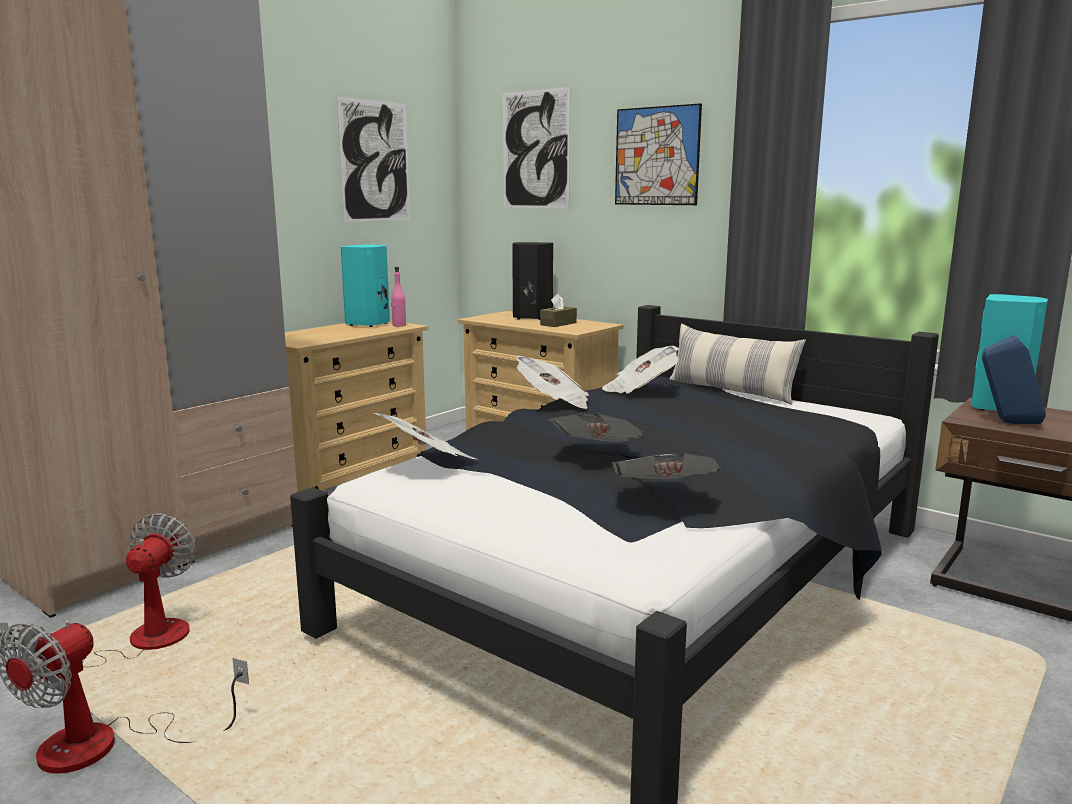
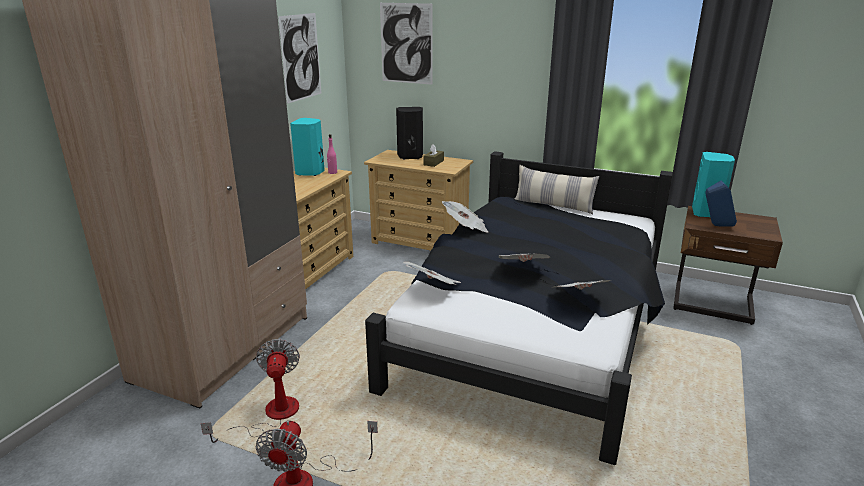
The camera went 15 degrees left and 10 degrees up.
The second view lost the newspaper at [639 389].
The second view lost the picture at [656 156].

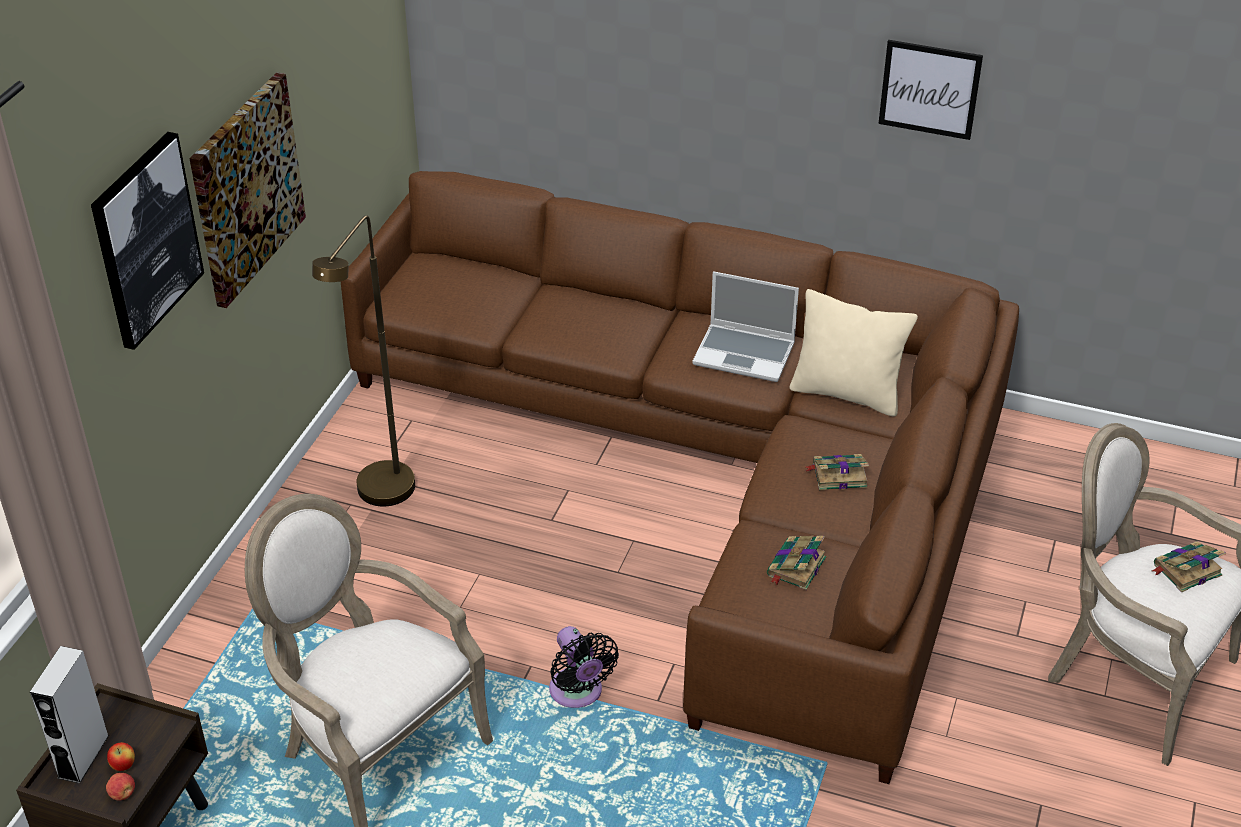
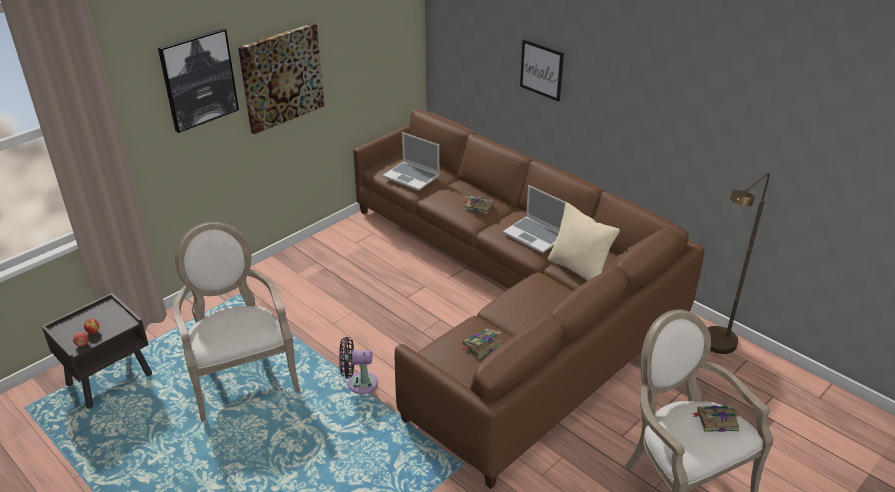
The camera went 25 degrees right and 5 degrees down.
The second view lost the grey speaker at [83 756].
The second view gained the laptop at [412 177].
The brown floor lamp ended up elsewhere, having gone from [381 498] to [715 347].
The book ended up elsewhere, having gone from [838 475] to [478 206].
The picture ended up elsewhere, having gone from [929 89] to [541 70].
The black fan at [578 693] ended up facing another way, 90 degrees clockwise from before.

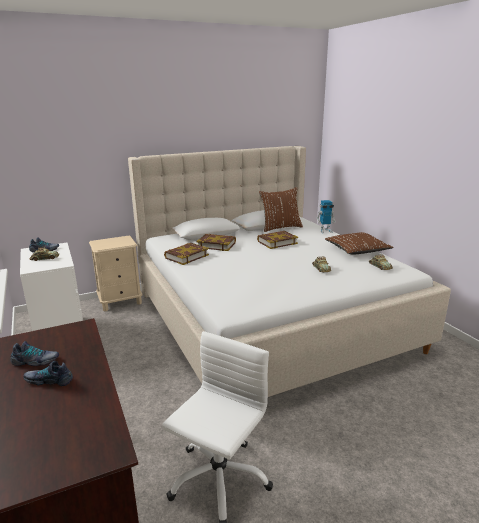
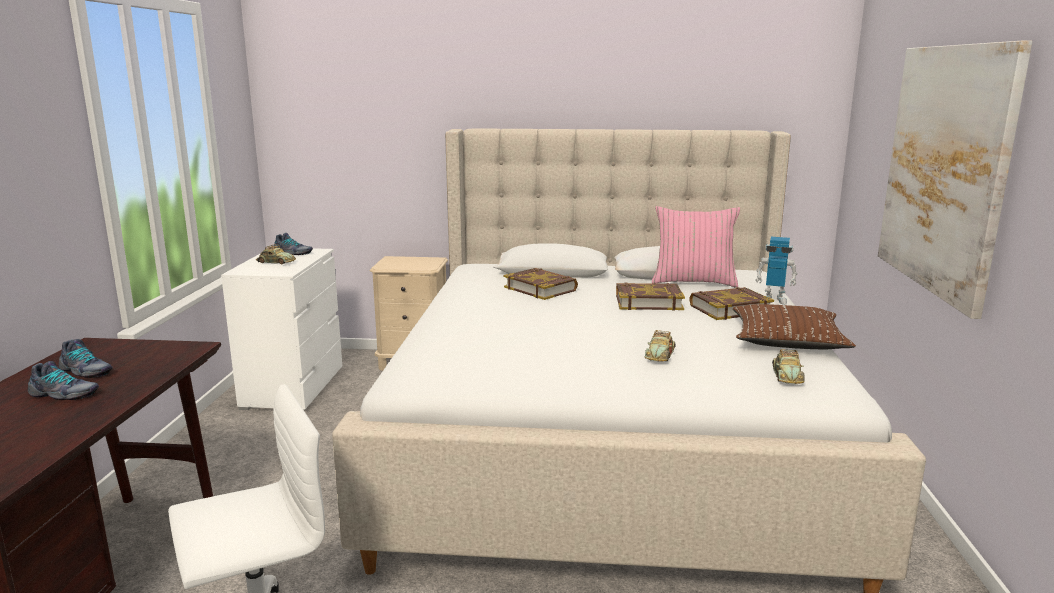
The camera went 30 degrees right and 5 degrees down.
The second view gained the picture at [944 169].
The book ended up elsewhere, having gone from [186 256] to [729 309].
What was the brown pillow at [280 228] turned into the pink pillow at [693 282].
The shoe at [49 380] ended up facing another way, 150 degrees clockwise from before.

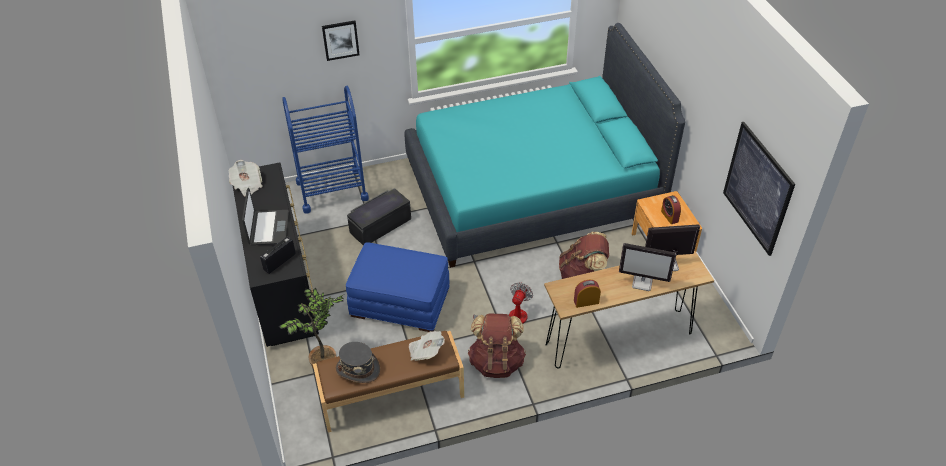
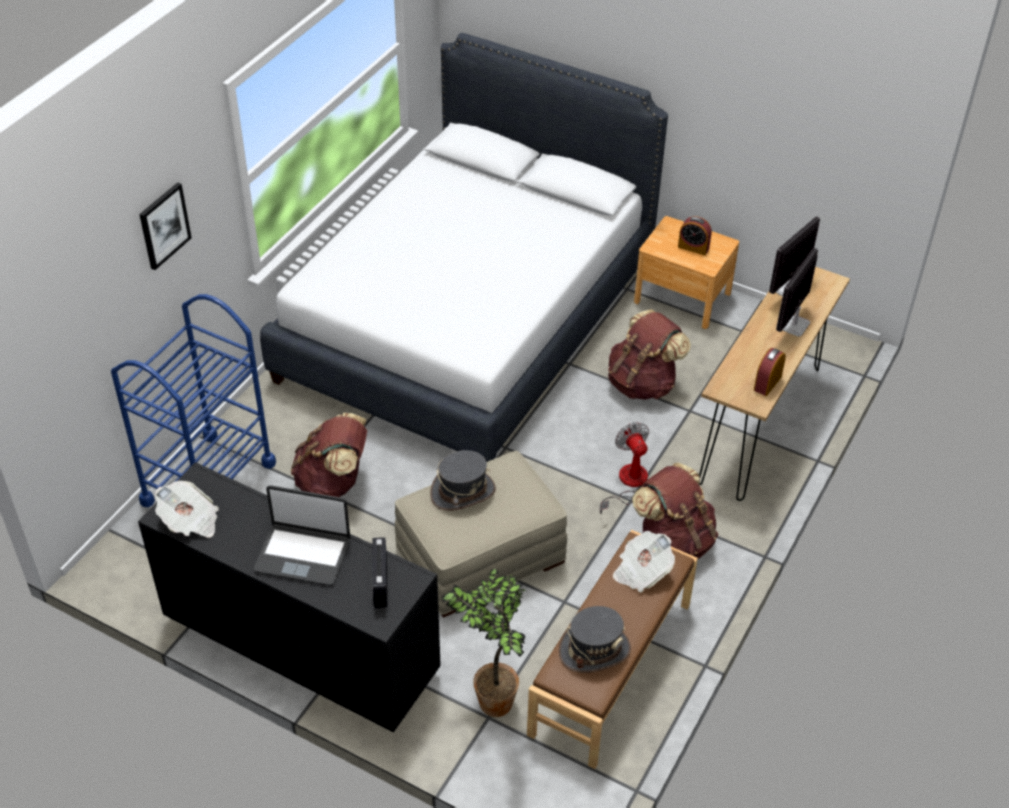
The camera went 45 degrees left and 0 degrees up.
The second view lost the picture at [757 188].
The second view gained the grey hat at [463 492].
Where the black storage box stood at [380 225], the brown backpack came to stand at [333 483].
What was the blue ottoman at [400 302] turned into the beige ottoman at [481 555].
What was the turquoise bed at [533 190] turned into the white bed at [468 321].
The laptop at [268 228] ended up facing another way, 150 degrees clockwise from before.
The monitor at [642 283] ended up facing another way, 150 degrees clockwise from before.

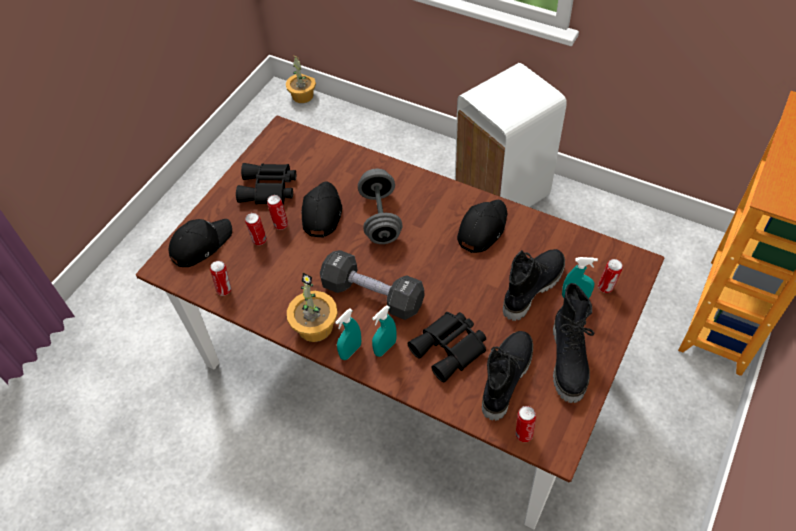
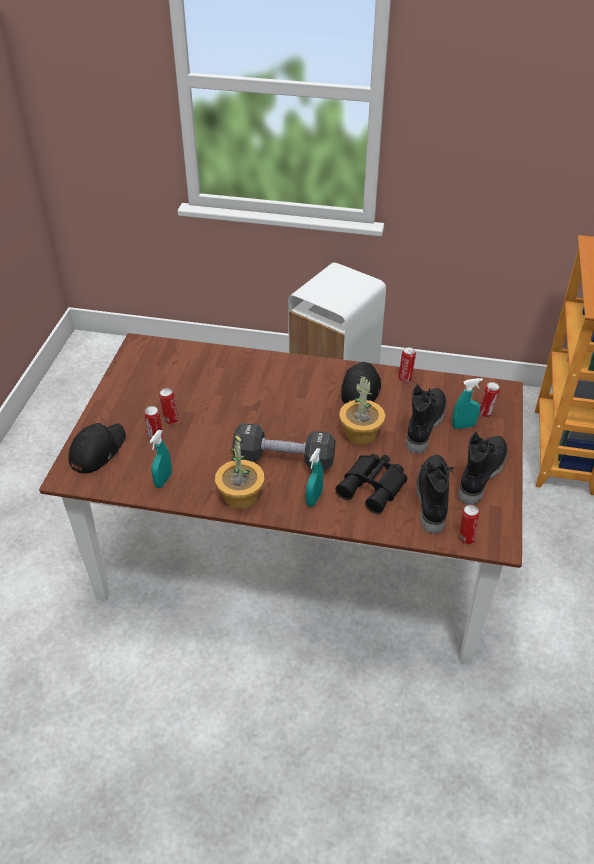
The camera went 20 degrees left and 10 degrees down.
The second view lost the black binoculars at [269 189].
The second view lost the black cap at [321 213].
The second view lost the grey dumbbell at [380 218].
The can ended up elsewhere, having gone from [225 289] to [405 378].
The potted plant ended up elsewhere, having gone from [302 96] to [360 433].
The turquoise spray bottle ended up elsewhere, having gone from [350 351] to [163 480].
The black boot at [569 361] ended up facing another way, 135 degrees counterclockwise from before.

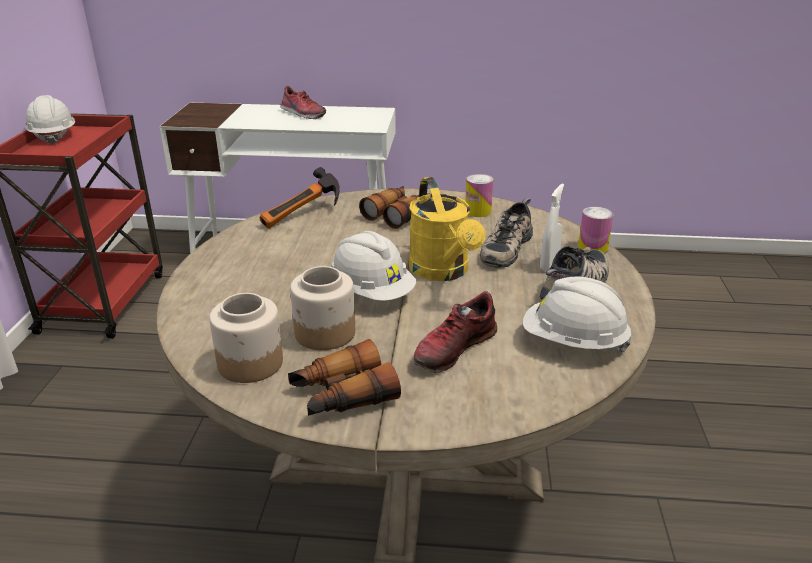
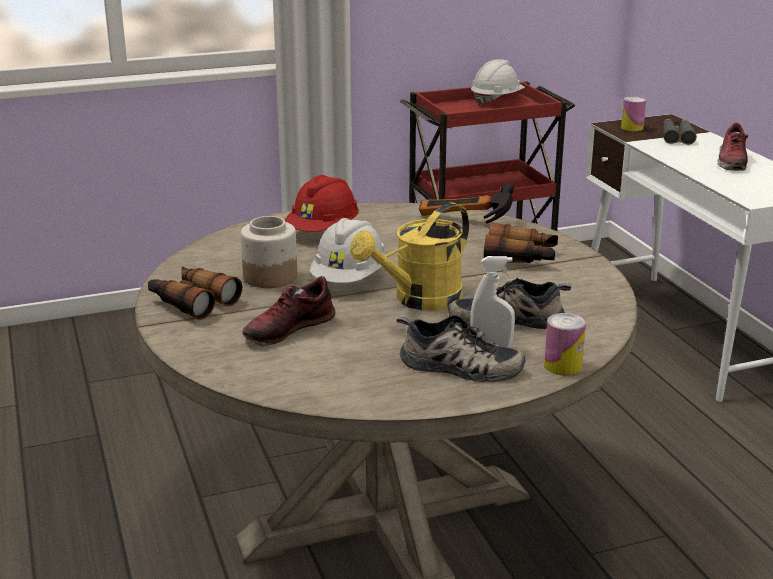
The camera went 65 degrees right and 5 degrees down.
The second view lost the jar at [251 363].
The second view lost the white hard hat at [573 343].
The second view gained the red hard hat at [323 231].
The second view gained the grey binoculars at [677 137].
The can ended up elsewhere, having gone from [478 211] to [632 128].
The shoe at [453 348] ended up facing another way, 60 degrees counterclockwise from before.

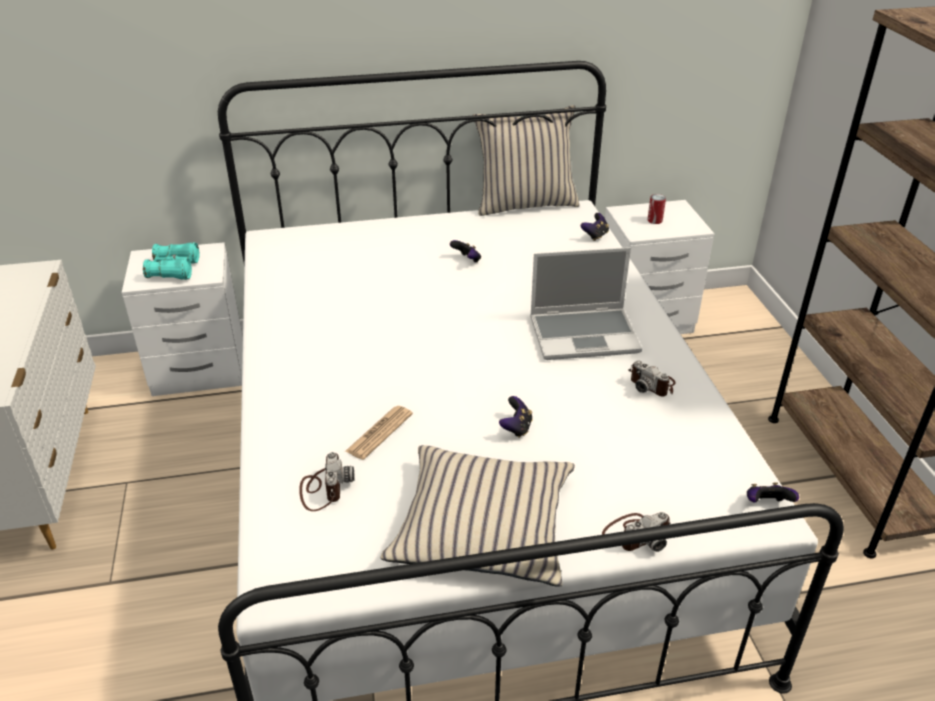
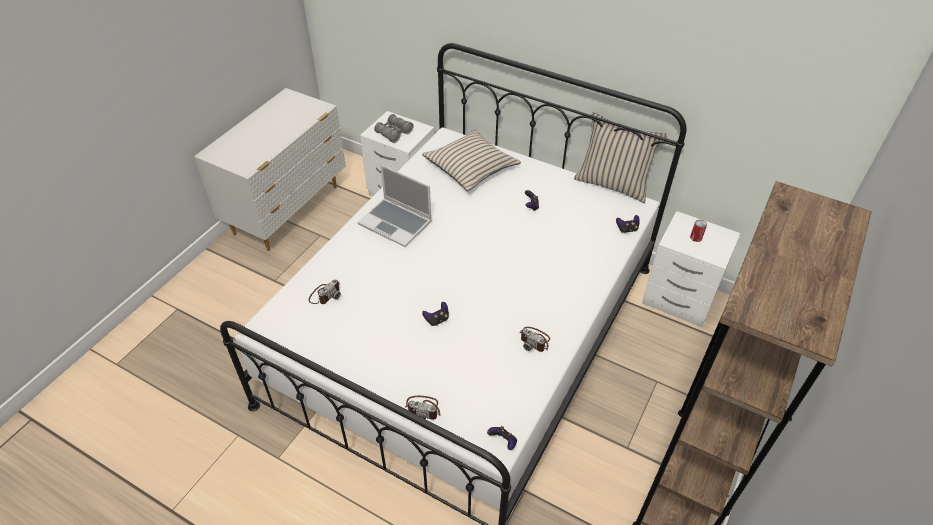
The camera went 40 degrees right and 10 degrees up.
The second view lost the newspaper at [379 433].
The beige pillow ended up elsewhere, having gone from [483 526] to [471 167].
The laptop ended up elsewhere, having gone from [585 334] to [396 223].
What was the turquoise binoculars at [174 269] turned into the grey binoculars at [394 133].
The photo camera at [652 383] ended up facing another way, 45 degrees counterclockwise from before.

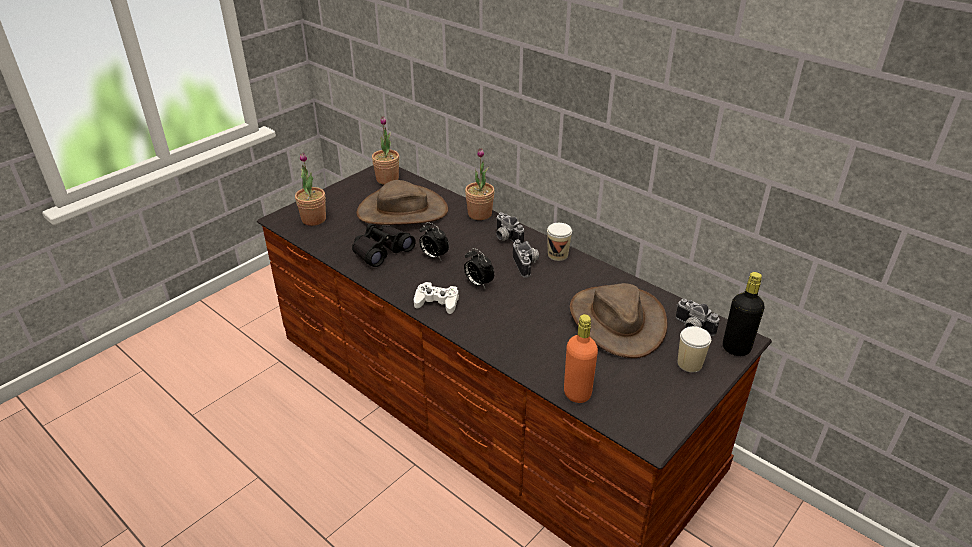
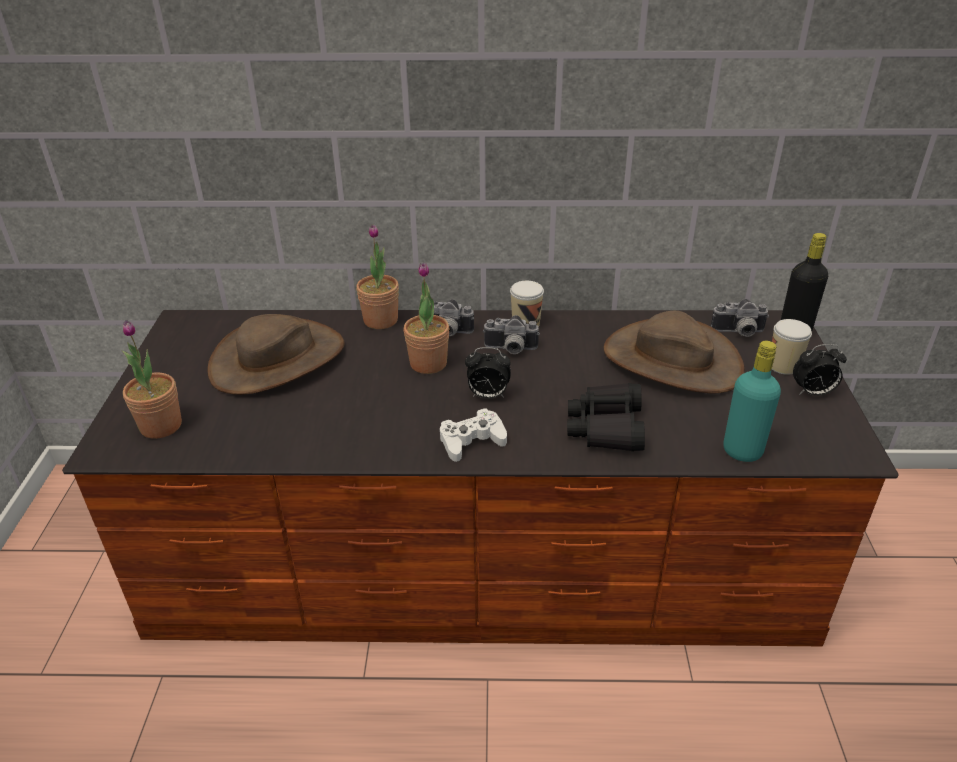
The camera went 40 degrees left and 0 degrees up.
The black binoculars ended up elsewhere, having gone from [381 251] to [606 427].
The potted plant ended up elsewhere, having gone from [387 179] to [428 363].
The alarm clock ended up elsewhere, having gone from [433 256] to [812 393].
What was the orange bottle at [577 393] turned into the turquoise bottle at [742 451].
The photo camera at [527 265] ended up facing another way, 150 degrees clockwise from before.

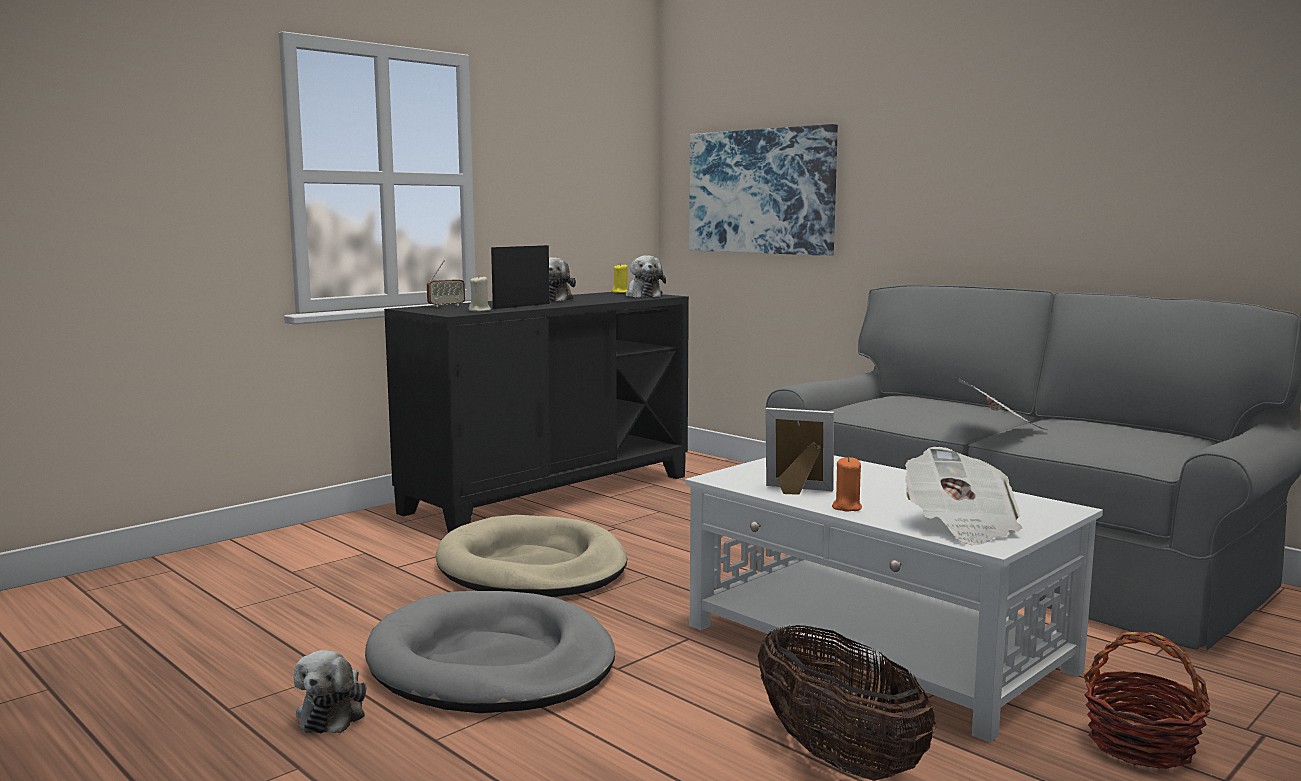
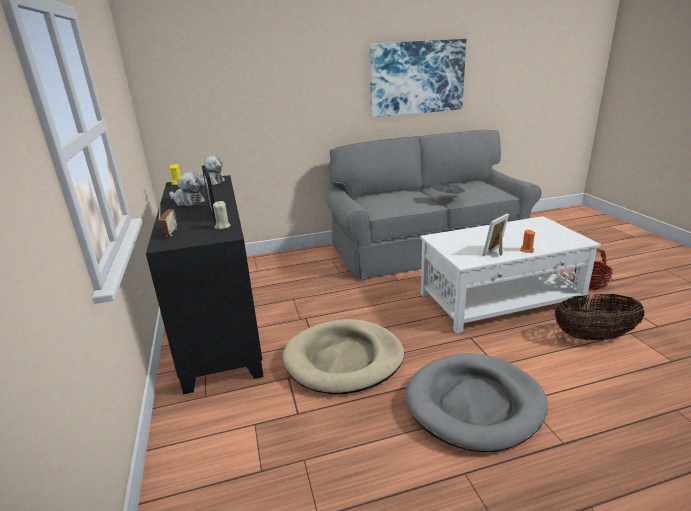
The camera went 60 degrees left and 15 degrees up.
The second view lost the plush toy at [333 713].
The second view lost the newspaper at [960 526].
The picture ended up elsewhere, having gone from [761 191] to [417 78].

